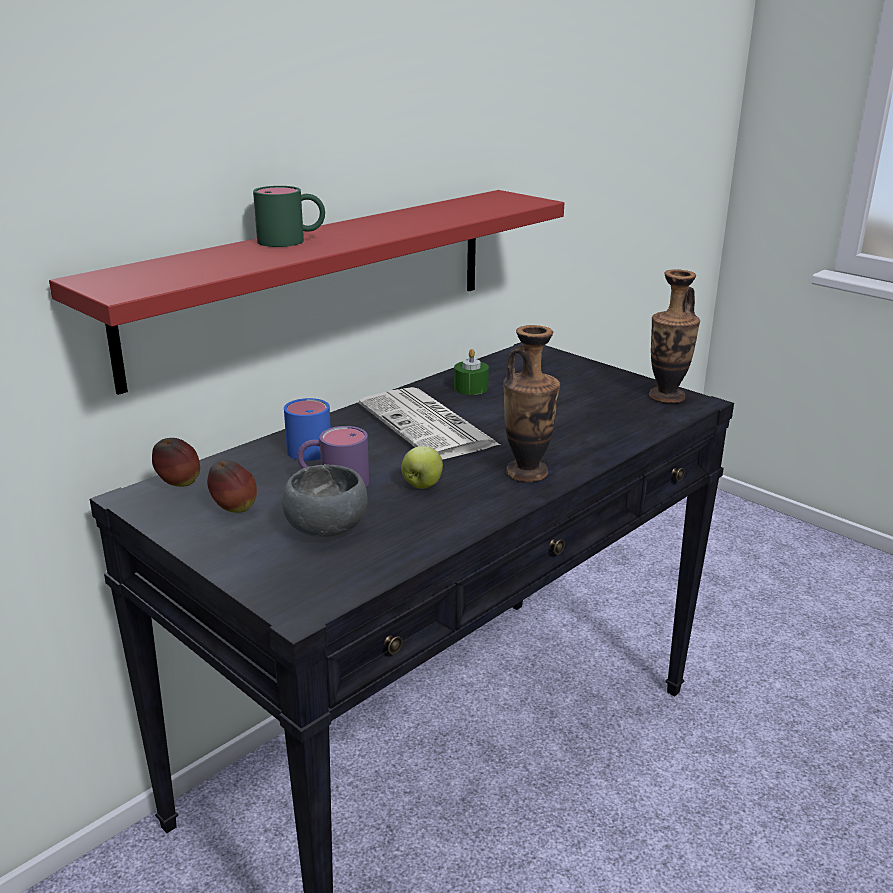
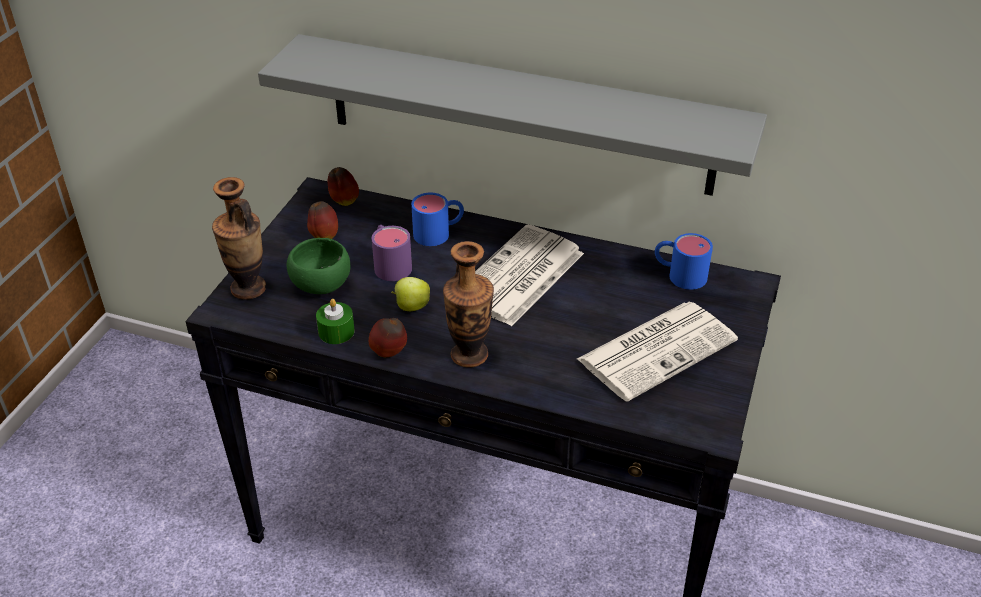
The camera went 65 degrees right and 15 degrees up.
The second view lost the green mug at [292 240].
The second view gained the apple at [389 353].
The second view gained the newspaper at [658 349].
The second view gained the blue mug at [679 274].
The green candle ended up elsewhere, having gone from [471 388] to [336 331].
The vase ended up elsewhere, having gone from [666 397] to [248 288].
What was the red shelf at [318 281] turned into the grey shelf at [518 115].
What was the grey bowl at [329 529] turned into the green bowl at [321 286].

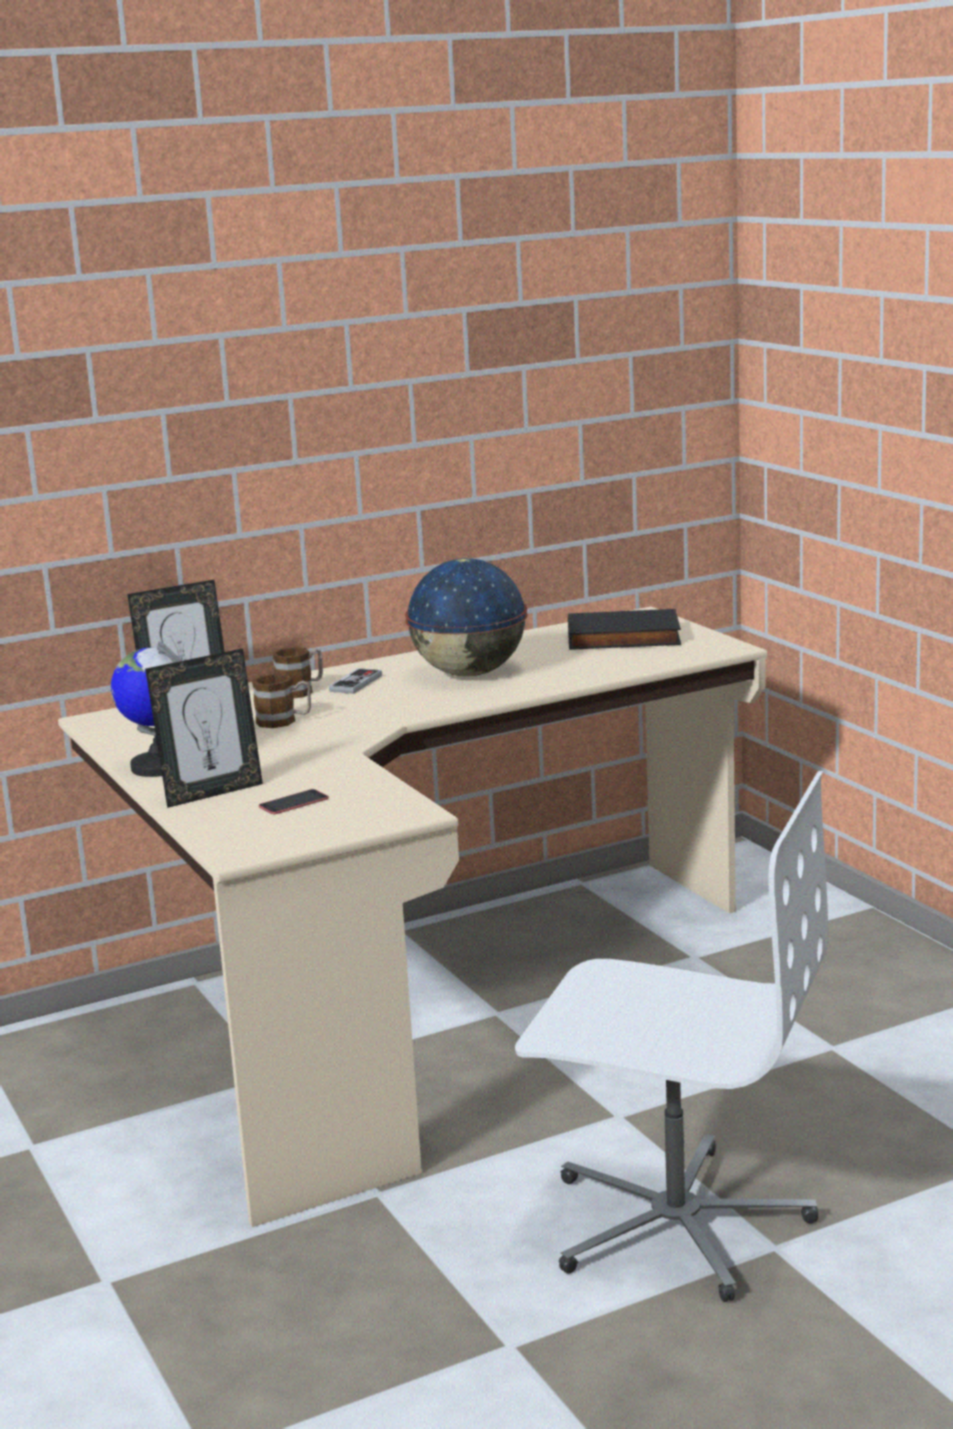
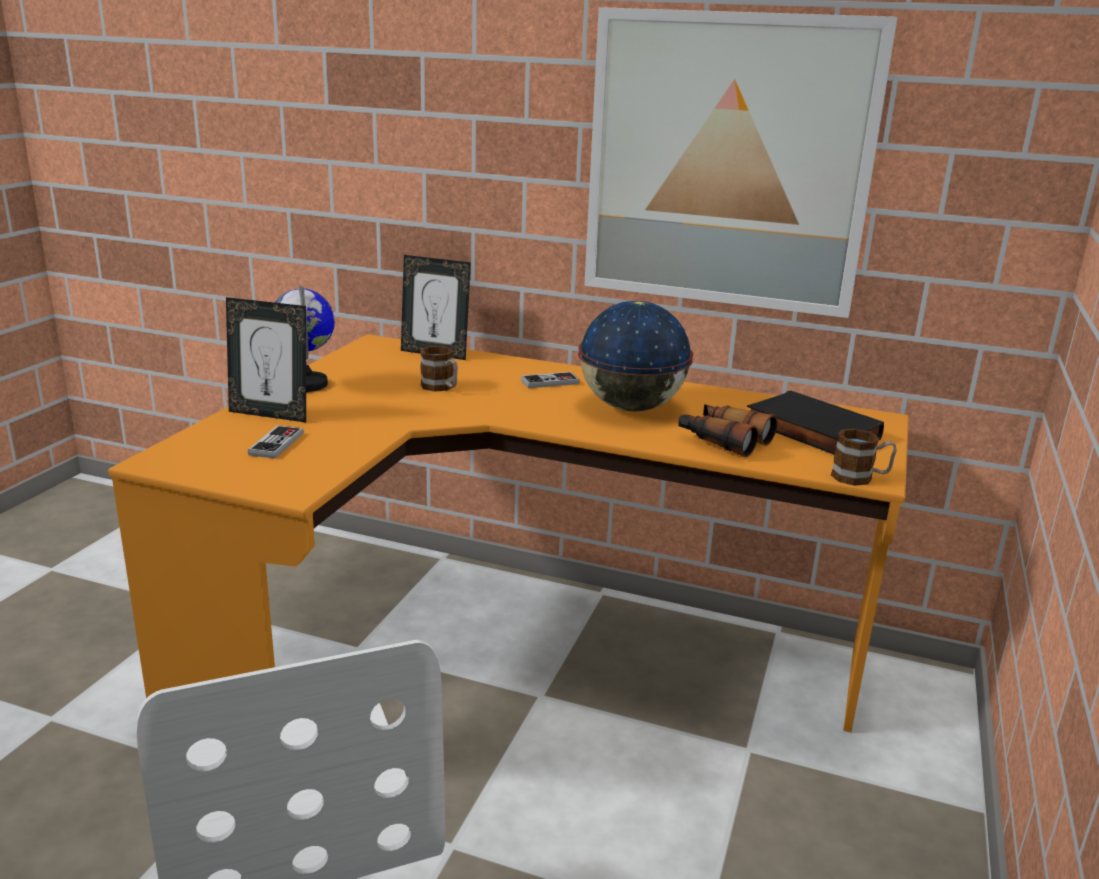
The camera went 45 degrees right and 5 degrees up.
The second view gained the picture at [727 163].
The second view gained the binoculars at [723 440].
The mug ended up elsewhere, having gone from [301 691] to [860 477].
Where the phone stood at [293 802], the game controller came to stand at [276 444].
What was the beige desk at [416 1003] turned into the orange desk at [514 652].

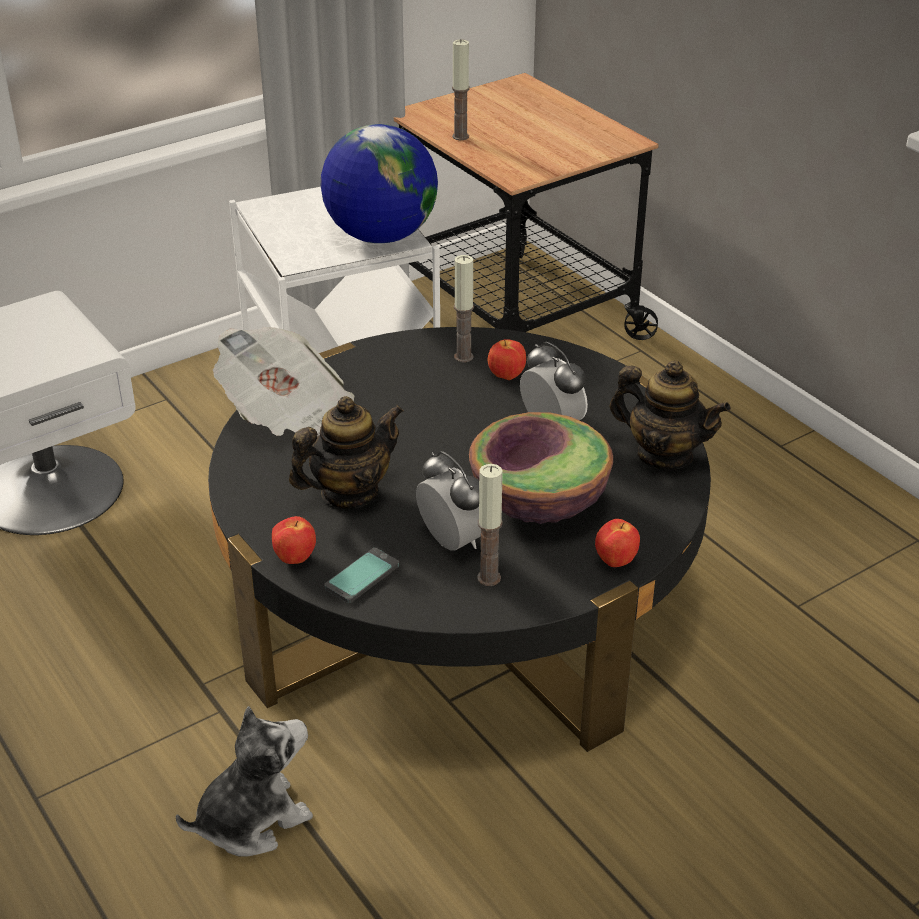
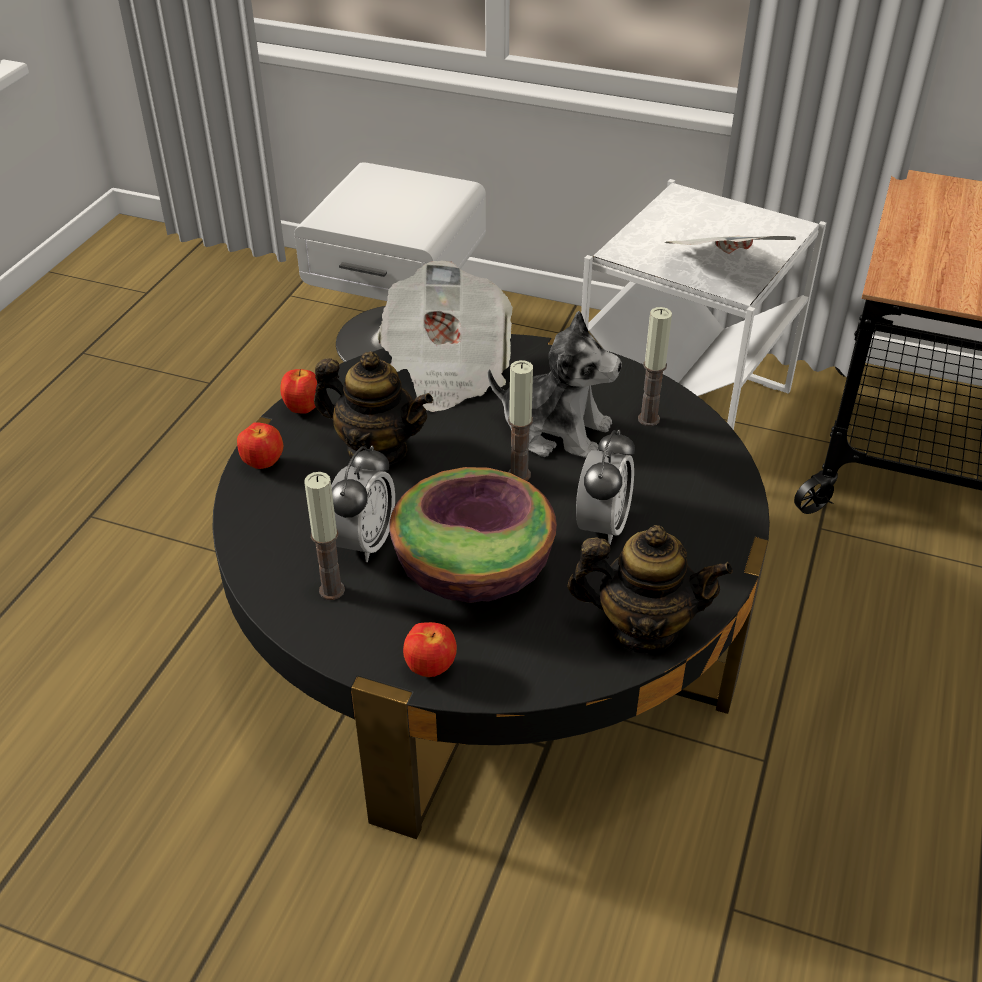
The camera went 55 degrees right and 5 degrees up.
The second view lost the phone at [362 576].
The plush toy ended up elsewhere, having gone from [252 819] to [556 430].
The candle ended up elsewhere, having gone from [460 136] to [519 474].
The apple ended up elsewhere, having gone from [506 376] to [302 409].
Where the globe stood at [380 236], the newspaper came to stand at [723 272].
The teapot at [664 455] ended up facing another way, 75 degrees counterclockwise from before.

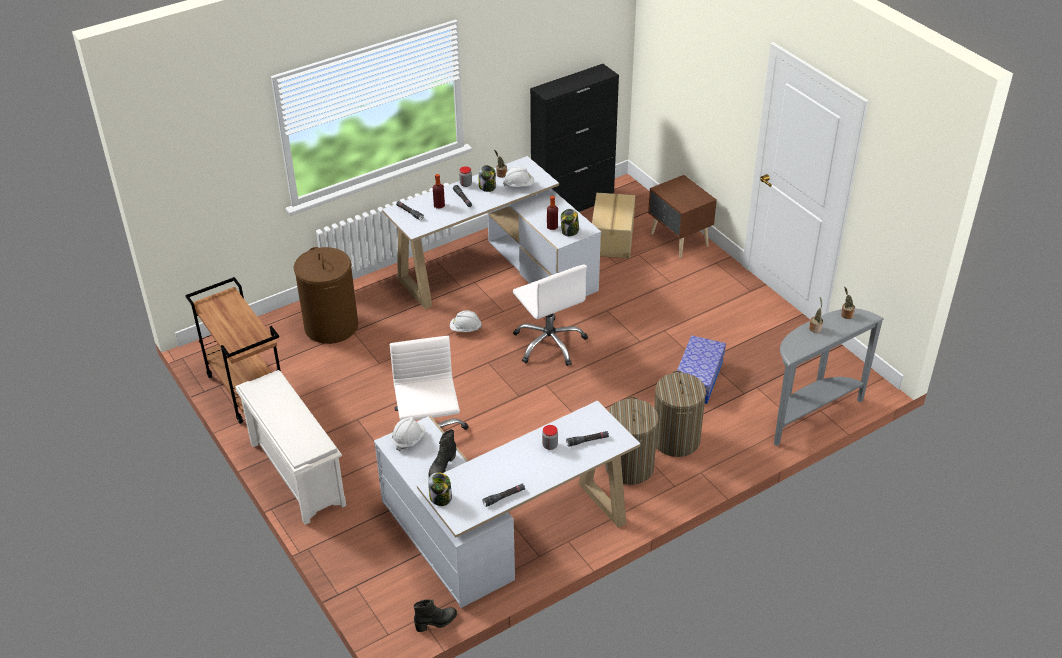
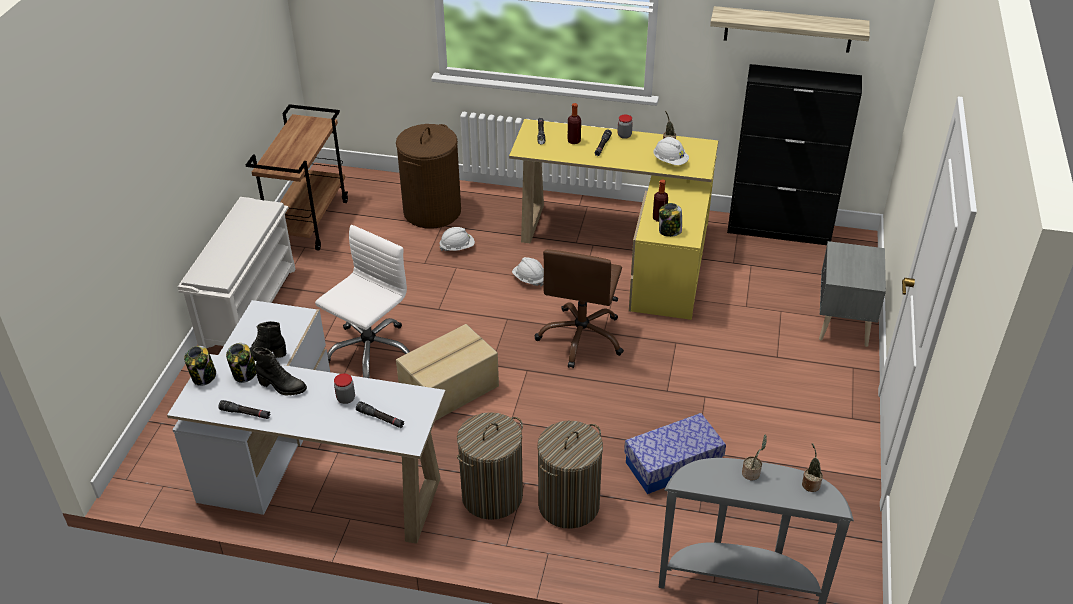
The camera went 45 degrees right and 0 degrees up.
The second view gained the shelf at [788 29].
The white hard hat ended up elsewhere, having gone from [408 439] to [457 247].
The black boot ended up elsewhere, having gone from [436 622] to [282 387].
The jar ended up elsewhere, having gone from [487 187] to [245 374].
The cardboard box ended up elsewhere, having gone from [613 238] to [450 390].
What was the white desk at [498 272] turned into the yellow desk at [626 248].
What was the white office chair at [550 343] turned into the brown office chair at [581 337].
What was the brown nightstand at [678 241] turned into the grey nightstand at [842 323].

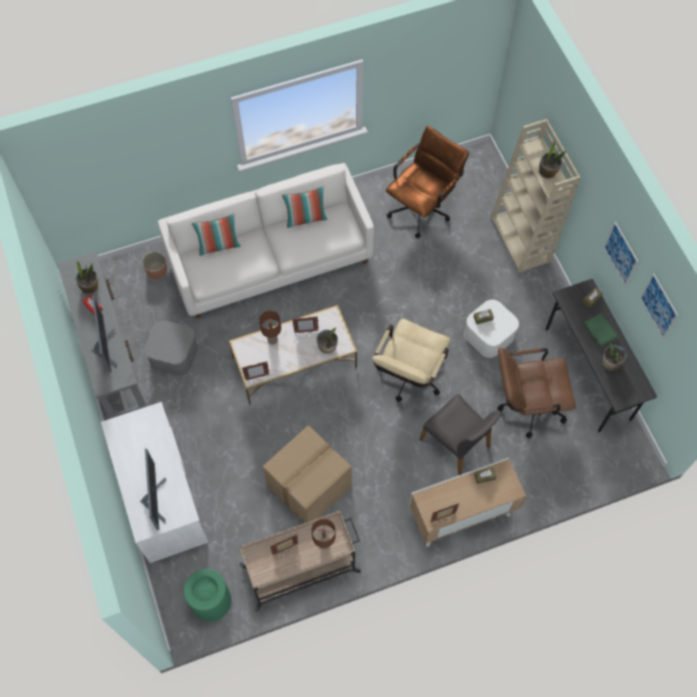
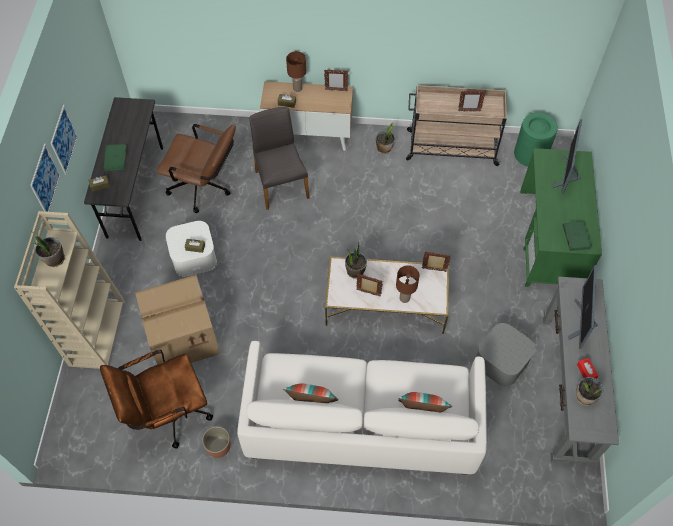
The camera went 155 degrees left and 5 degrees down.
The second view lost the beige office chair at [408 378].
The second view gained the green book at [576 237].
The planter ended up elsewhere, having gone from [157 271] to [218 447].
The cardboard box ended up elsewhere, having gone from [309 487] to [184 336].
The brown table lamp ended up elsewhere, having gone from [324 543] to [297 88].
The potted plant ended up elsewhere, having gone from [611 363] to [384 148].
The picture ended up elsewhere, having gone from [659 306] to [45 180].
What was the white desk at [161 495] turned into the green desk at [549 241].

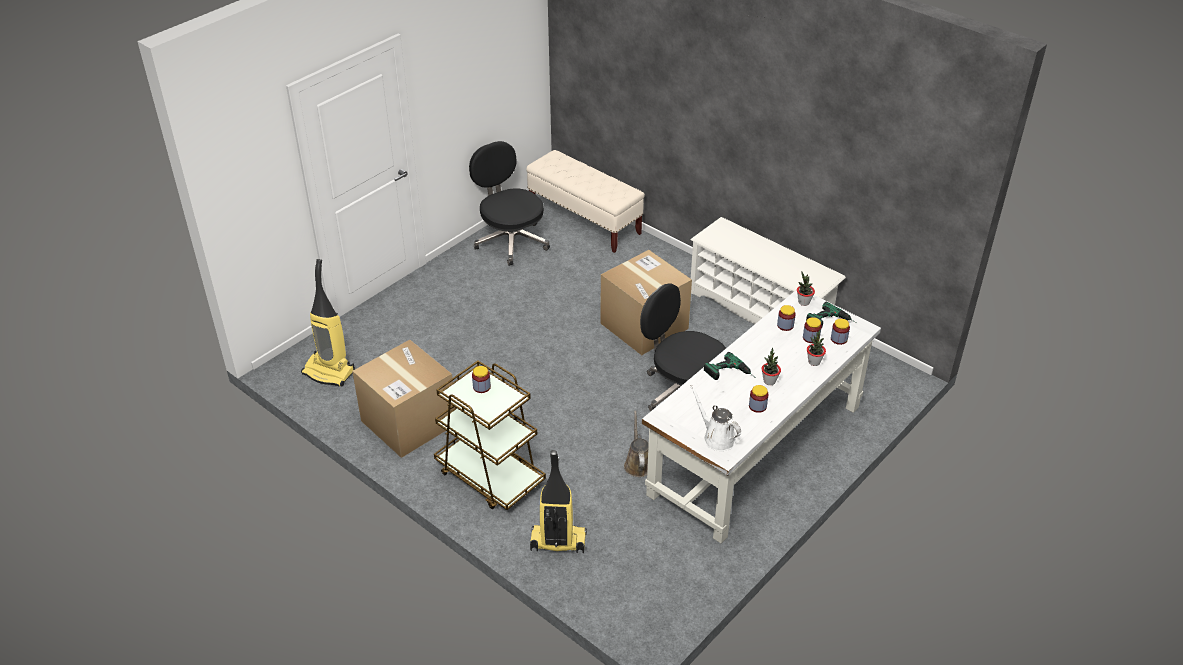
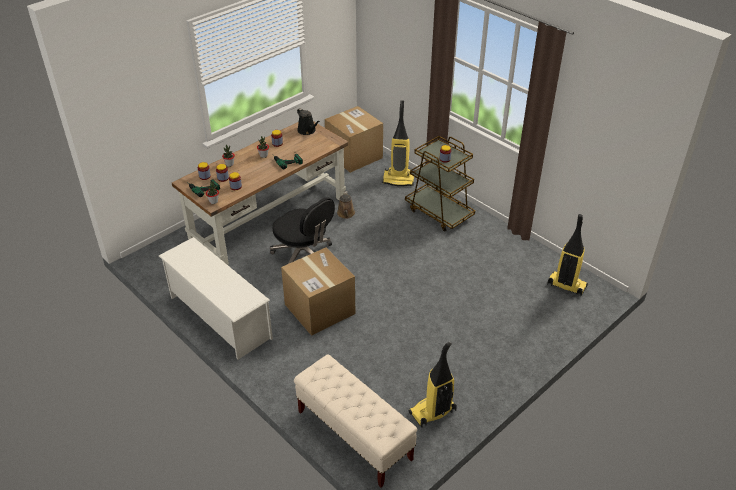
The camera went 175 degrees left and 0 degrees up.
The cardboard box ended up elsewhere, having gone from [409 422] to [354 156].
Where the black office chair stood at [511 241], the vacuum cleaner came to stand at [432 412].
What was the white desk at [756 450] turned into the brown desk at [269 217].
What was the white watering can at [716 437] turned into the black watering can at [307 131].

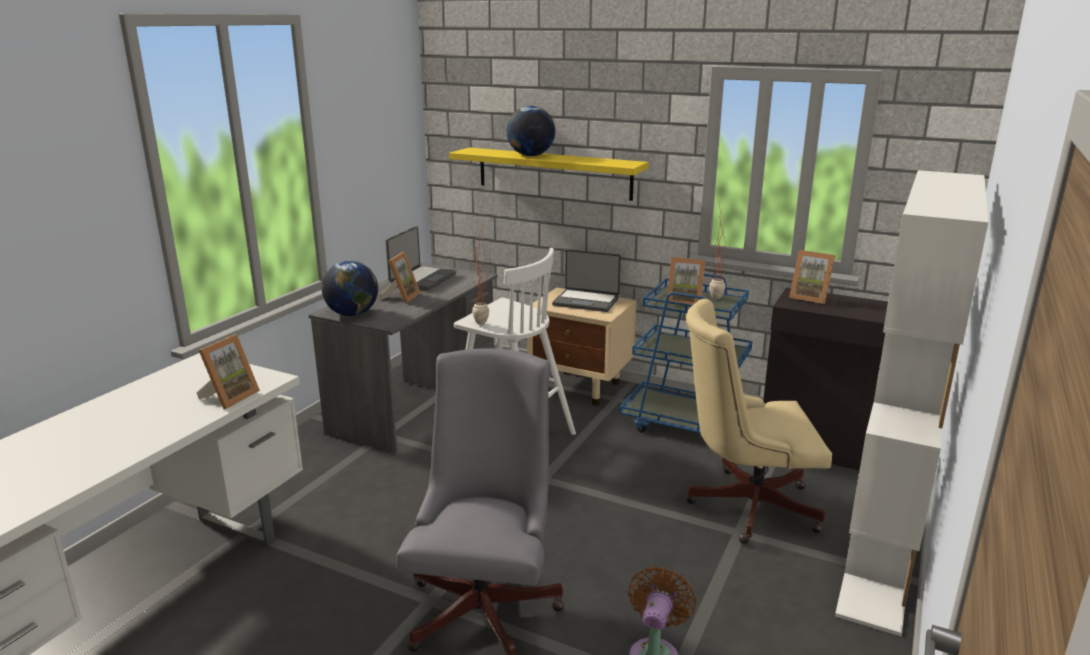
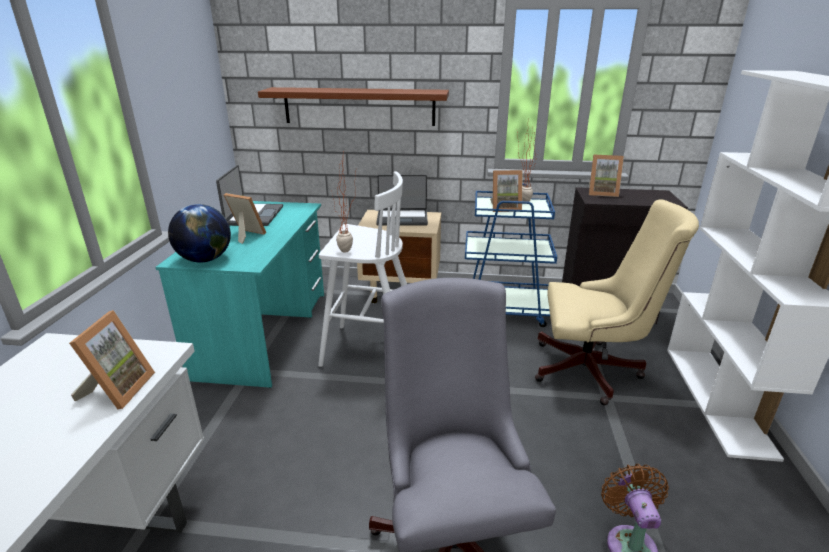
The camera went 20 degrees left and 5 degrees up.
The second view lost the globe at [530 155].
What was the grey desk at [416 404] turned into the turquoise desk at [265 333].
What was the yellow shelf at [554 173] turned into the brown shelf at [359 106].
The picture frame at [401 297] ended up facing another way, 60 degrees counterclockwise from before.
The beige office chair at [744 505] ended up facing another way, 150 degrees counterclockwise from before.

